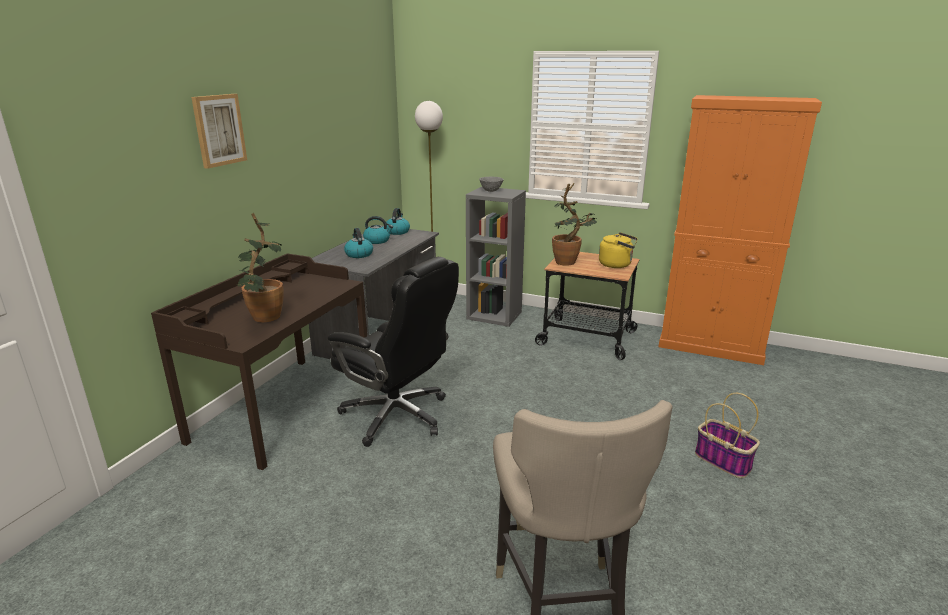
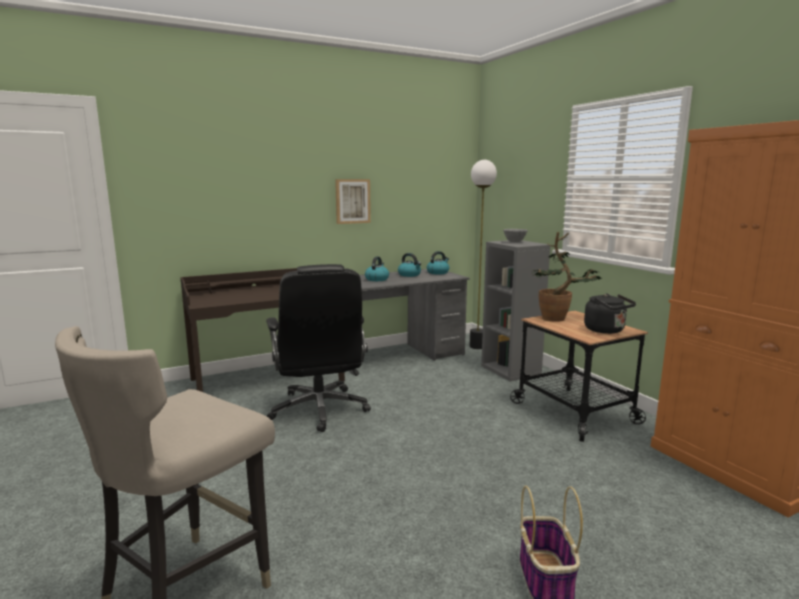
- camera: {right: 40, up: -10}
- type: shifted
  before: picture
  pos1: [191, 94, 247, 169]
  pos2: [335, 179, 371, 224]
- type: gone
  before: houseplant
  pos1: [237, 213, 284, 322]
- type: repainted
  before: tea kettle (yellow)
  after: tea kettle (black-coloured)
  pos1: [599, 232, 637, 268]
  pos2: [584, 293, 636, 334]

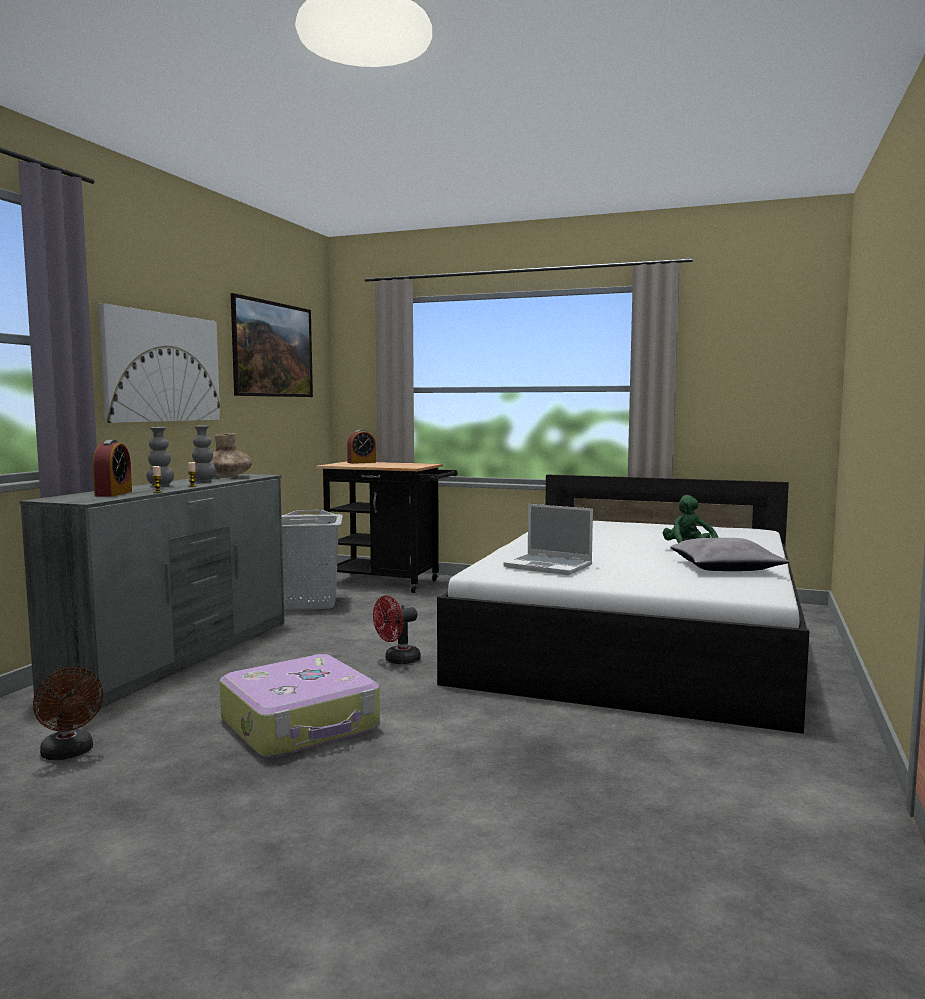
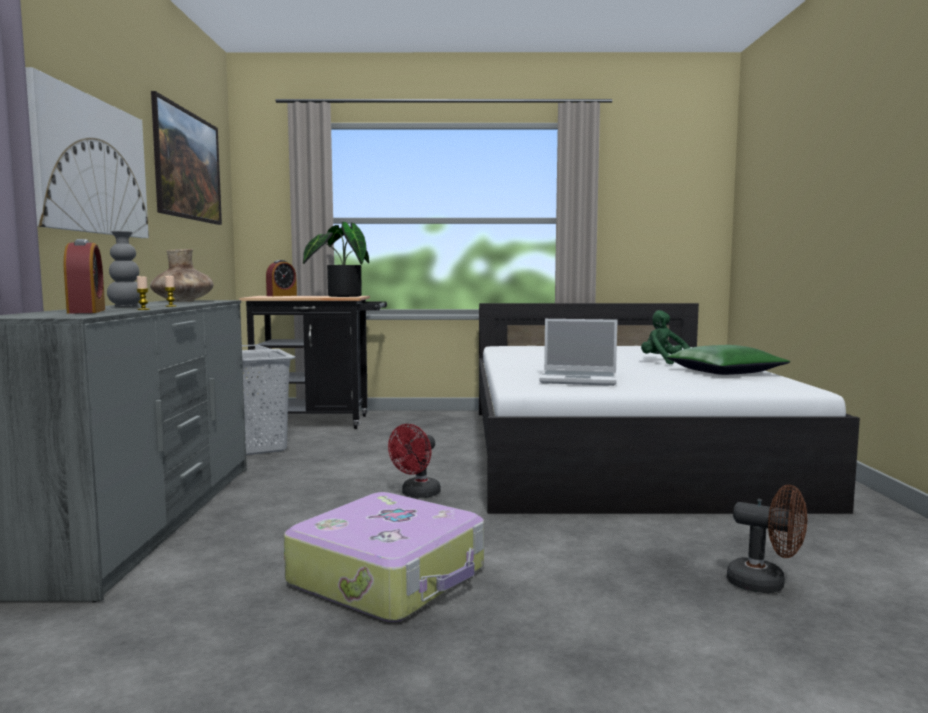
- camera: {right: -20, up: 0}
- type: shifted
  before: cooling fan (brownish)
  pos1: [33, 667, 103, 760]
  pos2: [727, 485, 807, 593]
- type: gone
  before: flower vase (grey)
  pos1: [192, 425, 216, 482]
- type: repainted
  before: pillow (grey)
  after: pillow (green-coloured)
  pos1: [670, 538, 790, 571]
  pos2: [667, 345, 790, 375]
- type: new
  after: houseplant
  pos2: [303, 222, 369, 297]

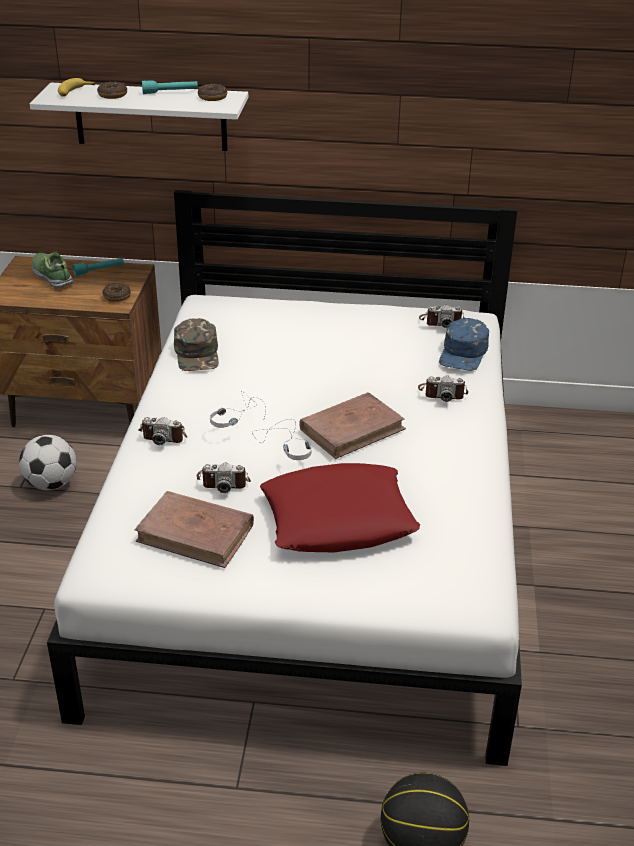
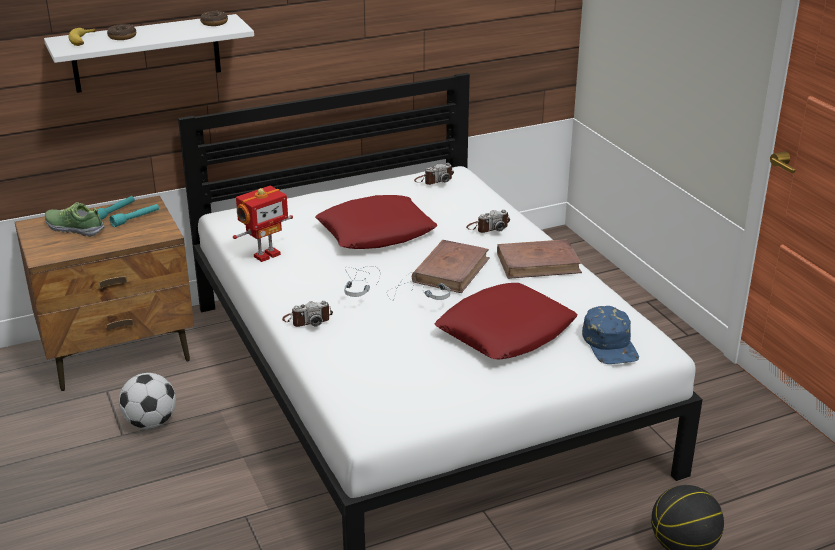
- camera: {right: -30, up: -5}
- type: gone
  before: doughnut
  pos1: [102, 283, 131, 302]
- type: shifted
  before: volume (brownish)
  pos1: [134, 491, 254, 568]
  pos2: [497, 239, 582, 279]
- type: shifted
  before: hand torch (turquoise-coloured)
  pos1: [142, 80, 198, 94]
  pos2: [110, 204, 159, 227]
- type: swapped
  before: peaked cap (green-coloured)
  after: model robot
  pos1: [174, 318, 219, 371]
  pos2: [233, 185, 293, 262]
- type: gone
  before: still camera
  pos1: [197, 463, 251, 493]
- type: shifted
  before: peaked cap (blue-coloured)
  pos1: [439, 318, 489, 371]
  pos2: [582, 306, 639, 364]
- type: new
  after: pillow (red)
  pos2: [315, 195, 437, 249]

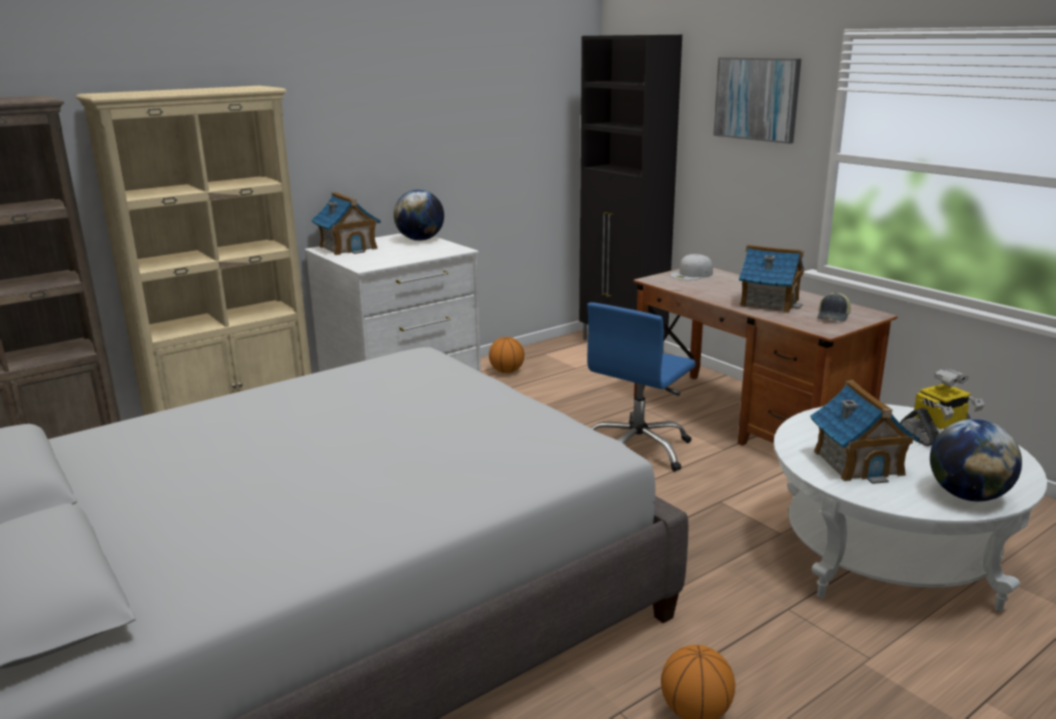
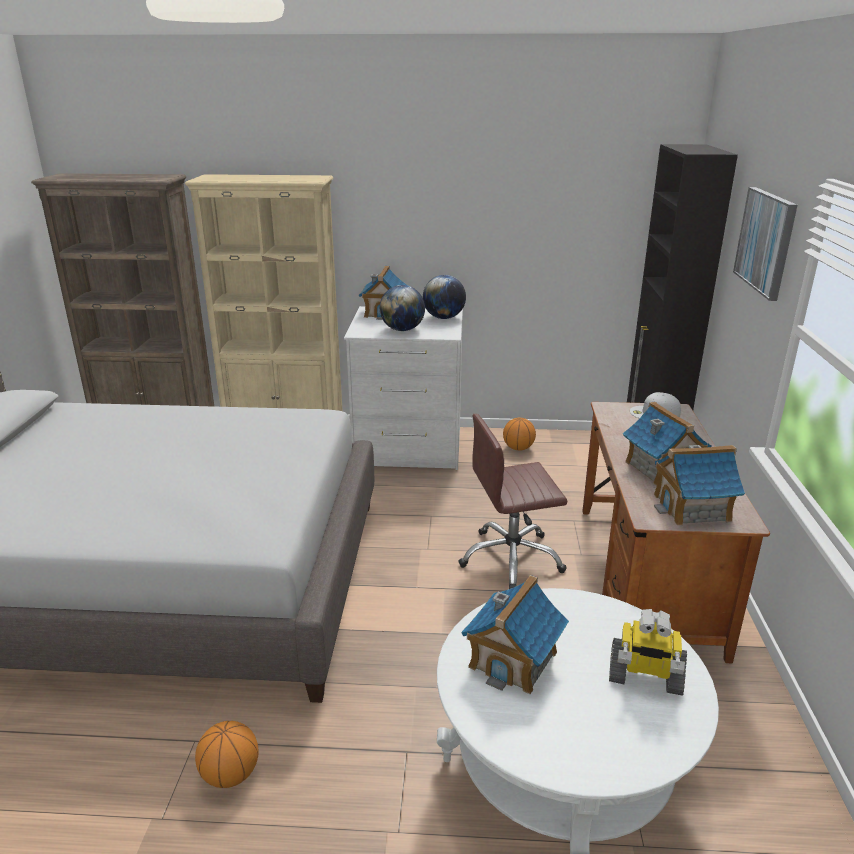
- camera: {right: 40, up: 5}
- type: repainted
  before: computer chair (blue-coloured)
  after: computer chair (brownish)
  pos1: [587, 302, 696, 472]
  pos2: [458, 414, 567, 589]
- type: swapped
  before: peaked cap
  after: model house
  pos1: [817, 292, 851, 322]
  pos2: [654, 445, 745, 525]
- type: shifted
  before: desk globe
  pos1: [930, 419, 1022, 501]
  pos2: [380, 285, 425, 331]

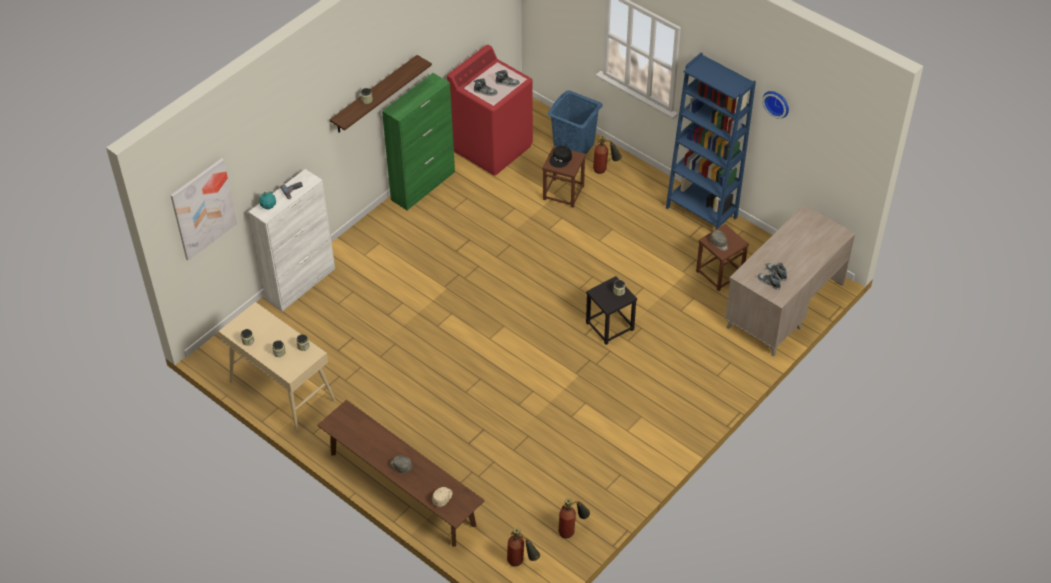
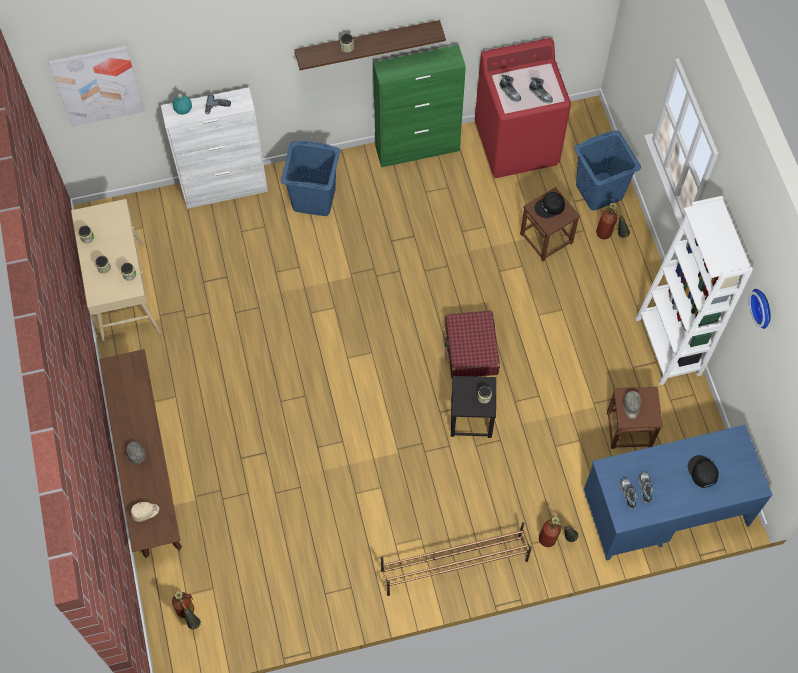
- camera: {right: 35, up: 15}
- type: shifted
  before: fire extinguisher
  pos1: [558, 498, 590, 538]
  pos2: [539, 516, 578, 547]
- type: repainted
  before: bookshelf (blue-coloured)
  after: bookshelf (whitish)
  pos1: [666, 53, 756, 230]
  pos2: [636, 196, 753, 385]
- type: repainted
  before: desk table (sand-coloured)
  after: desk table (blue-coloured)
  pos1: [725, 205, 855, 357]
  pos2: [584, 425, 772, 561]
- type: new
  after: laundry basket (blue-coloured)
  pos2: [281, 141, 340, 216]
- type: new
  after: shoe rack (brownish)
  pos2: [381, 522, 532, 596]
- type: new
  after: suitcase (red)
  pos2: [444, 311, 500, 378]
- type: new
  after: peaked cap (black-coloured)
  pos2: [688, 455, 719, 488]

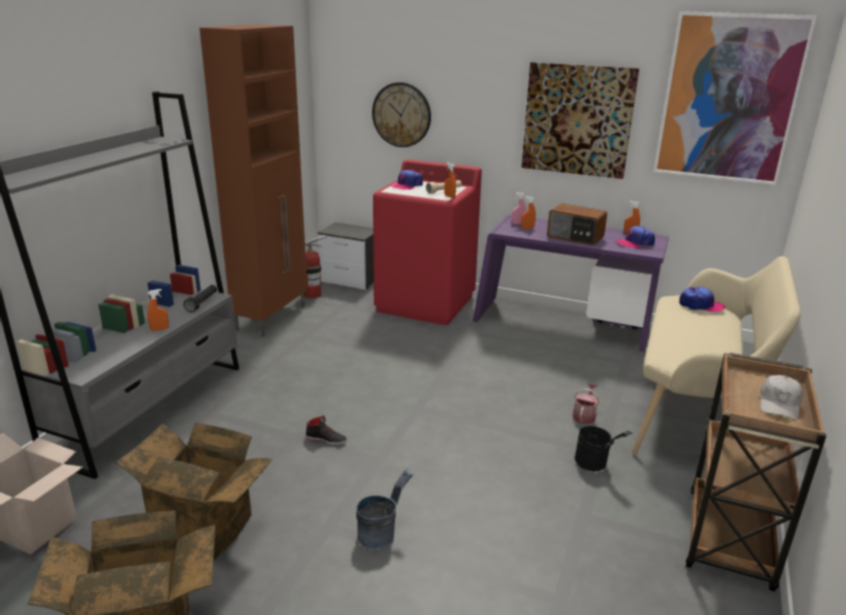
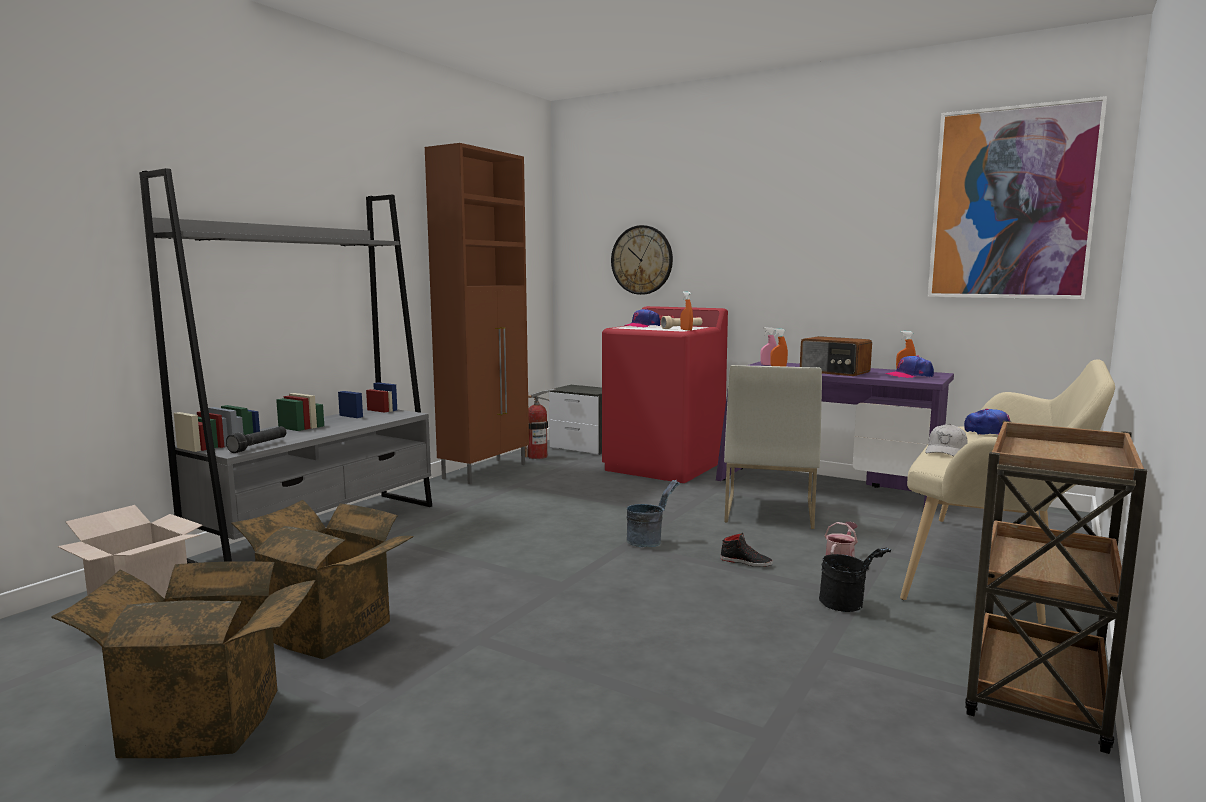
- camera: {right: 10, up: -15}
- type: gone
  before: hand sprayer (orange-coloured)
  pos1: [147, 289, 169, 331]
- type: shifted
  before: hand torch (black-coloured)
  pos1: [183, 285, 217, 312]
  pos2: [226, 426, 286, 453]
- type: shifted
  before: shoe (black-coloured)
  pos1: [306, 415, 347, 445]
  pos2: [720, 533, 773, 567]
- type: shifted
  before: bucket (grey)
  pos1: [357, 468, 413, 550]
  pos2: [626, 480, 680, 547]
- type: gone
  before: picture
  pos1: [521, 62, 639, 179]
- type: shifted
  before: peaked cap (whitish)
  pos1: [759, 375, 803, 419]
  pos2: [925, 424, 968, 456]
- type: new
  after: chair (whitish)
  pos2: [724, 365, 822, 529]

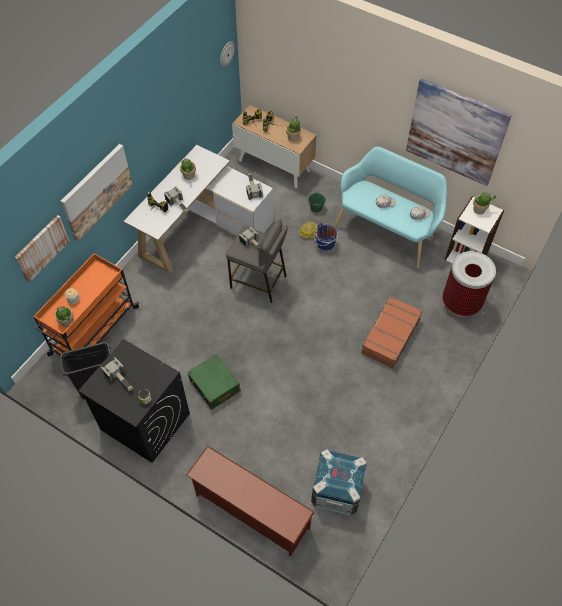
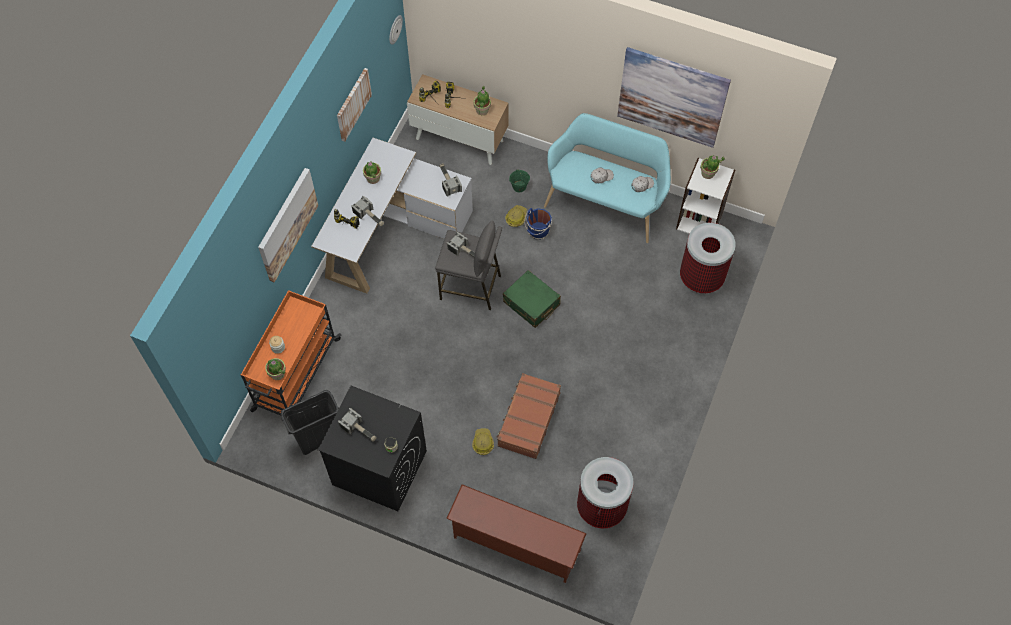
- camera: {right: -10, up: 5}
- type: shifted
  before: picture
  pos1: [15, 215, 70, 282]
  pos2: [337, 68, 372, 142]
- type: shifted
  before: suitcase (green-coloured)
  pos1: [187, 355, 241, 410]
  pos2: [503, 270, 561, 328]
- type: swapped
  before: shipping crate
  after: waste bin
  pos1: [311, 449, 367, 516]
  pos2: [577, 457, 634, 529]
- type: shifted
  before: suitcase (brownish)
  pos1: [361, 297, 423, 368]
  pos2: [496, 373, 561, 459]
- type: new
  after: work helmet
  pos2: [473, 428, 494, 455]

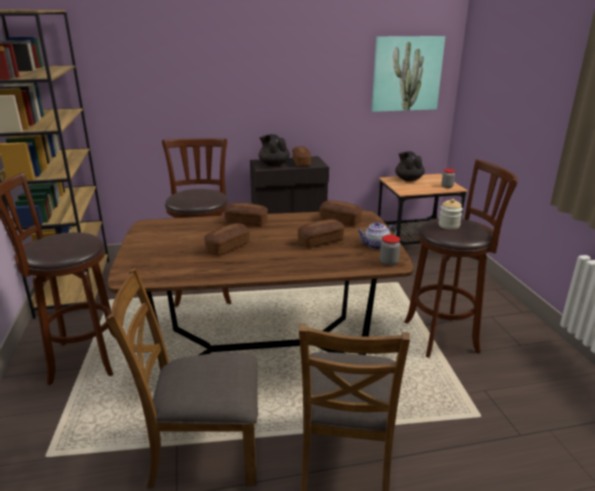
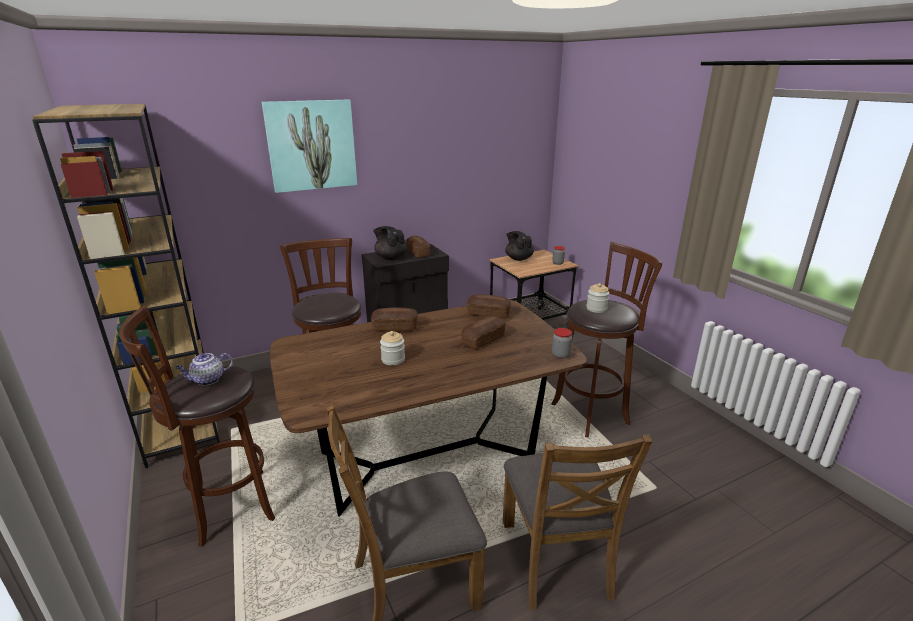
- camera: {right: -15, up: 0}
- type: swapped
  before: bread
  after: preserve jar
  pos1: [204, 223, 250, 256]
  pos2: [380, 331, 405, 365]
- type: shifted
  before: pot for tea
  pos1: [357, 222, 397, 249]
  pos2: [175, 353, 233, 386]
- type: shifted
  before: picture
  pos1: [372, 36, 445, 112]
  pos2: [262, 100, 357, 193]

